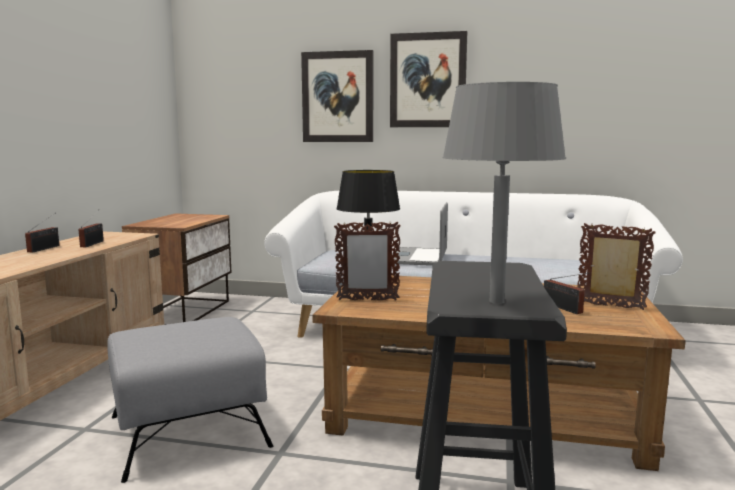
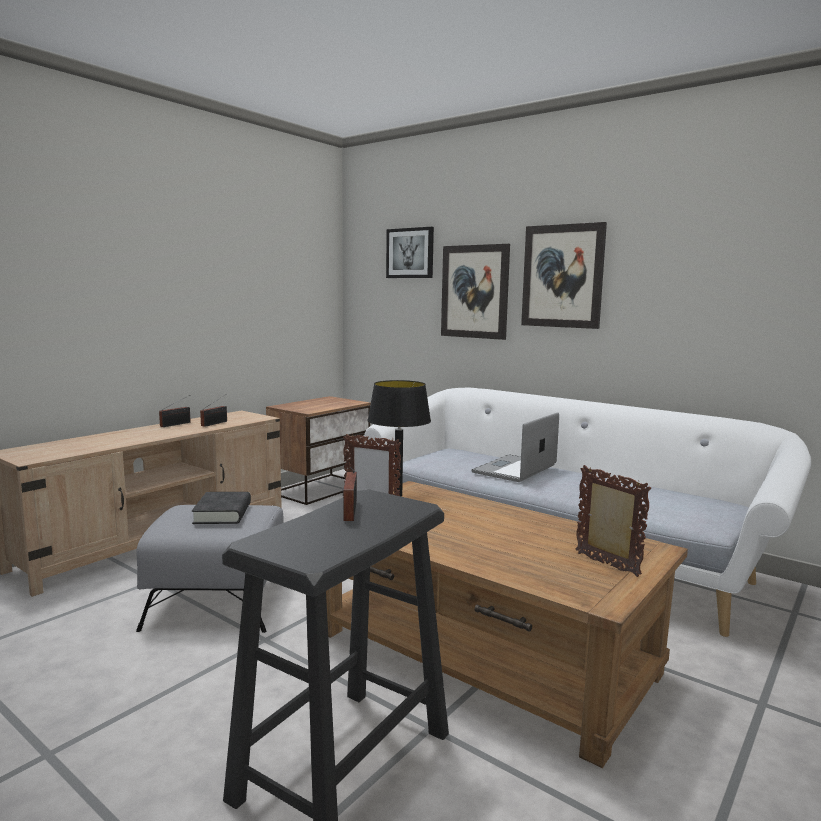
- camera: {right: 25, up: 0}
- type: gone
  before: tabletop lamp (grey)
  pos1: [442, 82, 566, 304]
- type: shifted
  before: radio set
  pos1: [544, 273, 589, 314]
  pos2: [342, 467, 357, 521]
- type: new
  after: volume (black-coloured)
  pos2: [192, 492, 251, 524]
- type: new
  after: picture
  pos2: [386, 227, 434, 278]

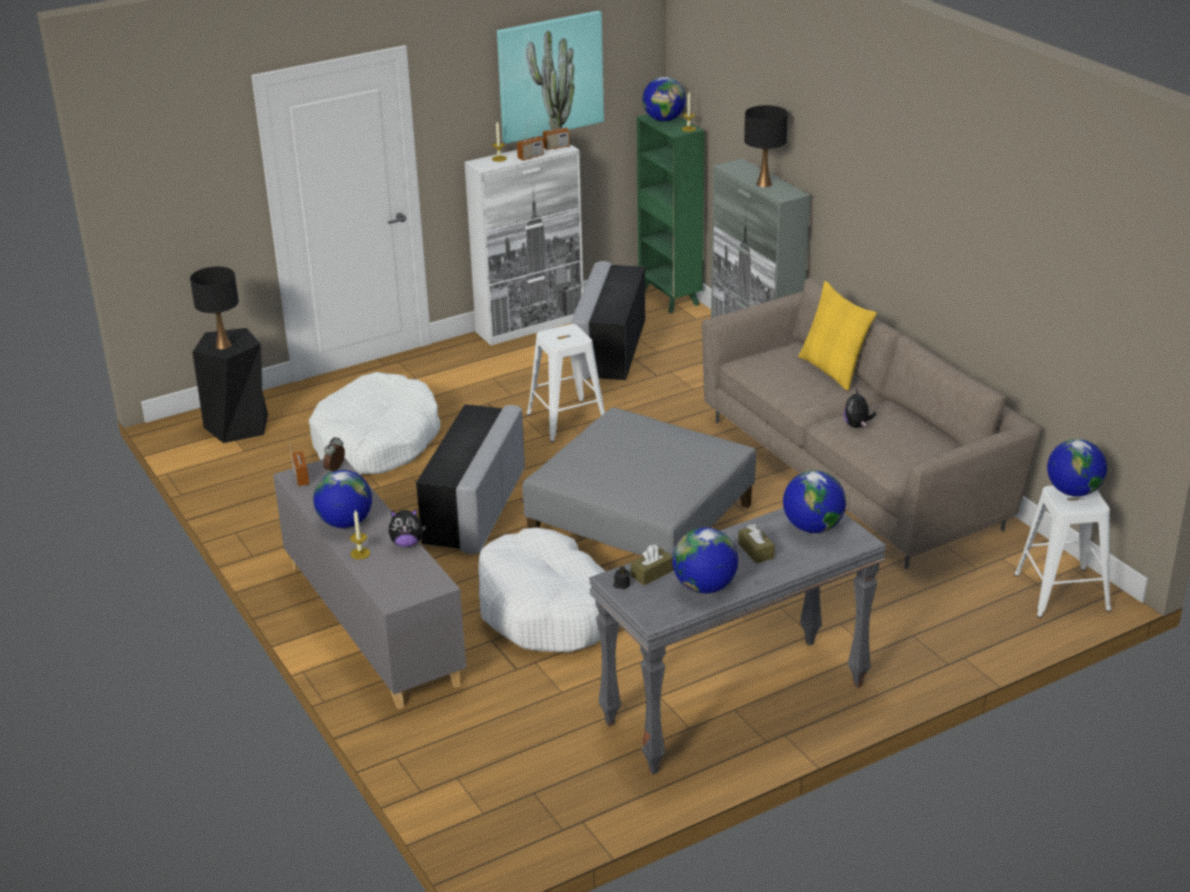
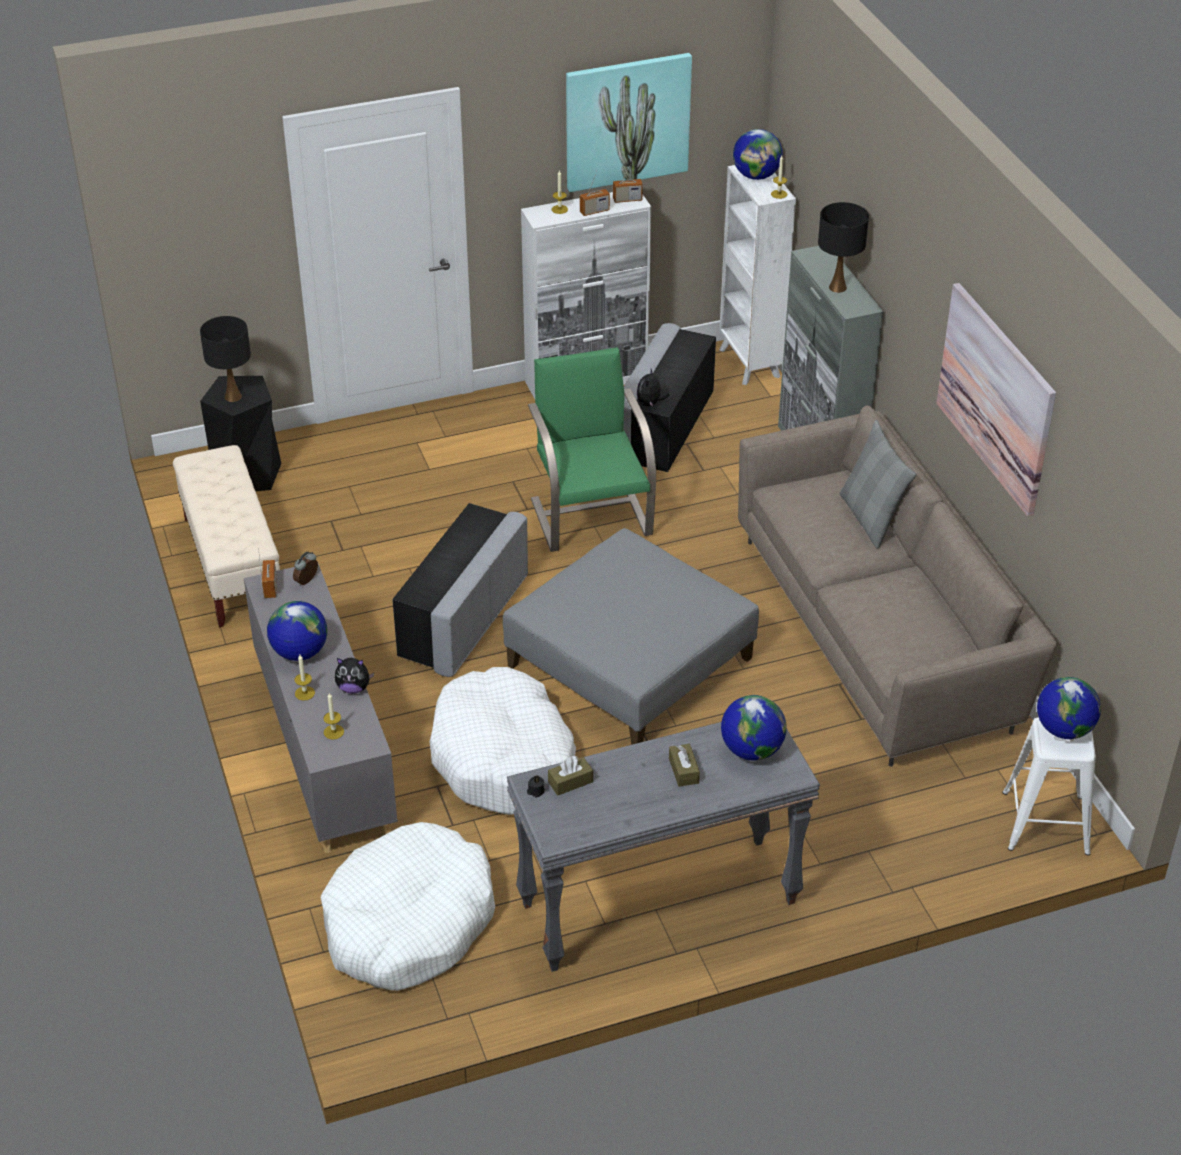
- camera: {right: 10, up: 10}
- type: shifted
  before: pet bed (whitish)
  pos1: [309, 372, 440, 474]
  pos2: [321, 822, 495, 991]
- type: swapped
  before: sitting stool (whitish)
  after: armchair (green-coloured)
  pos1: [527, 324, 605, 442]
  pos2: [528, 347, 656, 552]
- type: repainted
  before: bookshelf (green-coloured)
  after: bookshelf (whitish)
  pos1: [637, 114, 705, 313]
  pos2: [719, 165, 796, 385]
- type: gone
  before: desk globe
  pos1: [672, 527, 738, 594]
- type: repainted
  before: pillow (yellow)
  after: pillow (grey)
  pos1: [798, 281, 877, 391]
  pos2: [839, 420, 916, 549]
- type: shifted
  before: plush toy
  pos1: [844, 388, 876, 428]
  pos2: [637, 369, 669, 407]
- type: new
  after: long seat (sand-coloured)
  pos2: [173, 445, 280, 627]
- type: new
  after: wax light
  pos2: [323, 693, 344, 740]
- type: new
  after: picture
  pos2: [937, 283, 1056, 516]

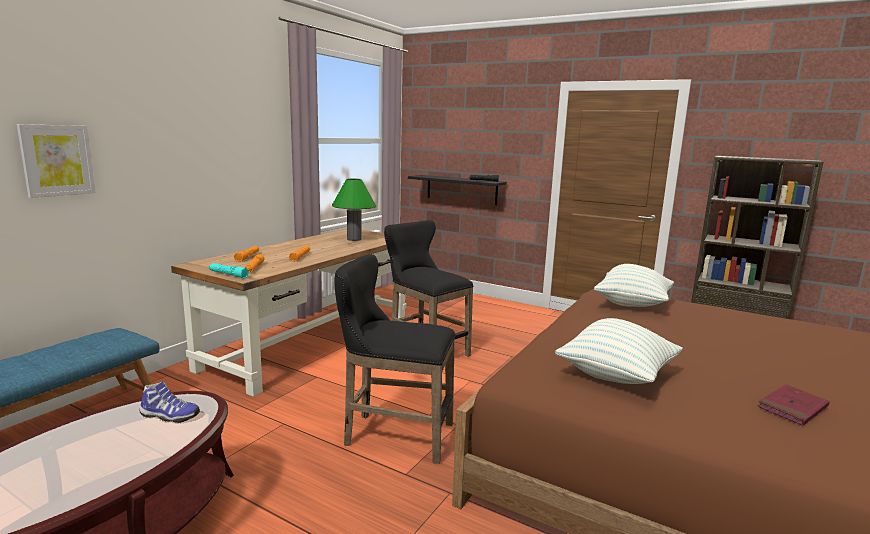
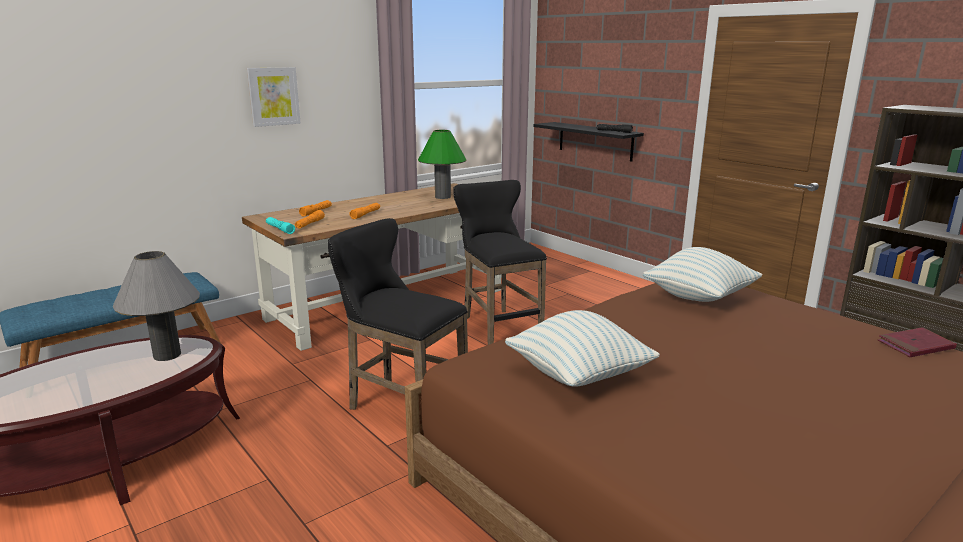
- camera: {right: 20, up: 5}
- type: shifted
  before: picture
  pos1: [17, 124, 95, 198]
  pos2: [247, 67, 300, 127]
- type: swapped
  before: shoe
  after: tabletop lamp (grey)
  pos1: [140, 382, 200, 423]
  pos2: [113, 251, 200, 361]
- type: shifted
  before: volume (red)
  pos1: [758, 384, 830, 426]
  pos2: [878, 327, 957, 357]

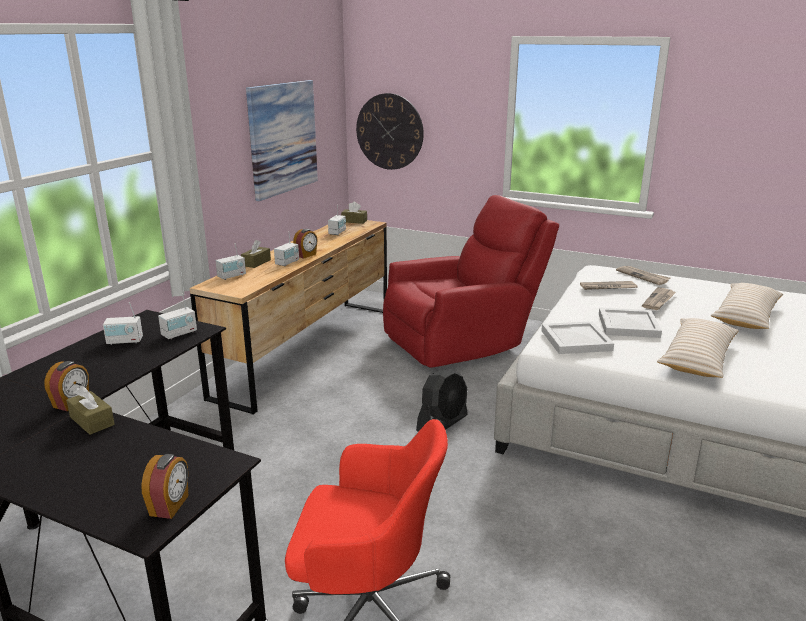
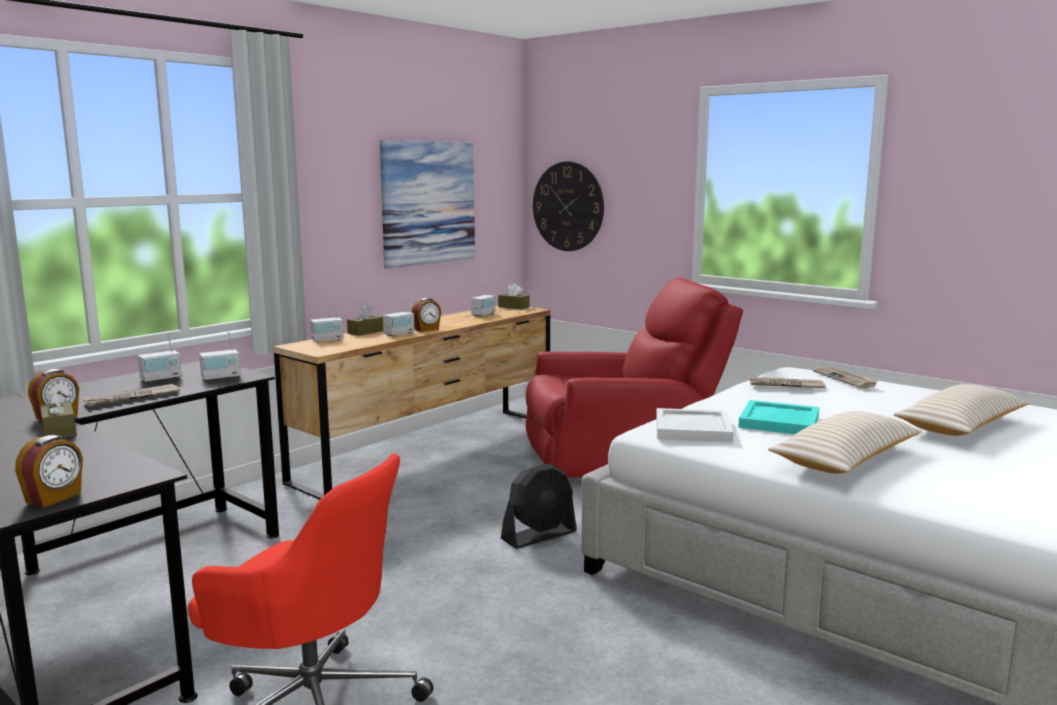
- camera: {right: 15, up: -10}
- type: rotated
  before: radio set
  pos1: [103, 302, 143, 345]
  pos2: [138, 333, 182, 383]
  turn: -45
- type: repainted
  before: carrying tray (whitish)
  after: carrying tray (turquoise-coloured)
  pos1: [599, 308, 662, 338]
  pos2: [738, 400, 819, 434]
- type: shifted
  before: daily paper
  pos1: [642, 288, 676, 310]
  pos2: [84, 384, 180, 407]

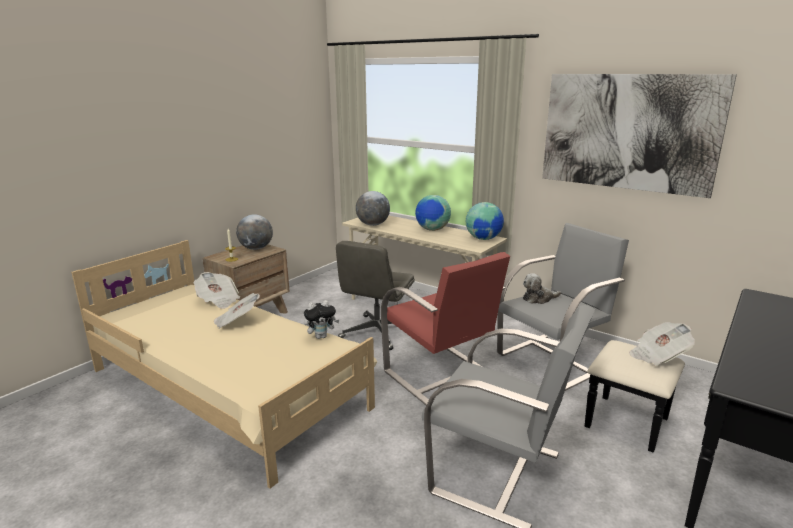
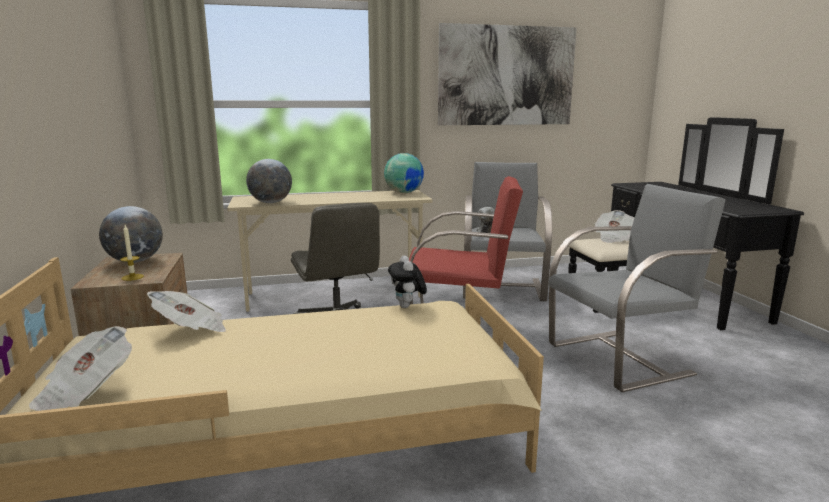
- camera: {right: -50, up: -5}
- type: shifted
  before: daily paper
  pos1: [214, 293, 260, 329]
  pos2: [29, 326, 132, 411]
- type: rotated
  before: plush toy
  pos1: [304, 300, 339, 339]
  pos2: [388, 255, 427, 308]
  turn: 150
- type: gone
  before: desk globe
  pos1: [415, 195, 451, 231]

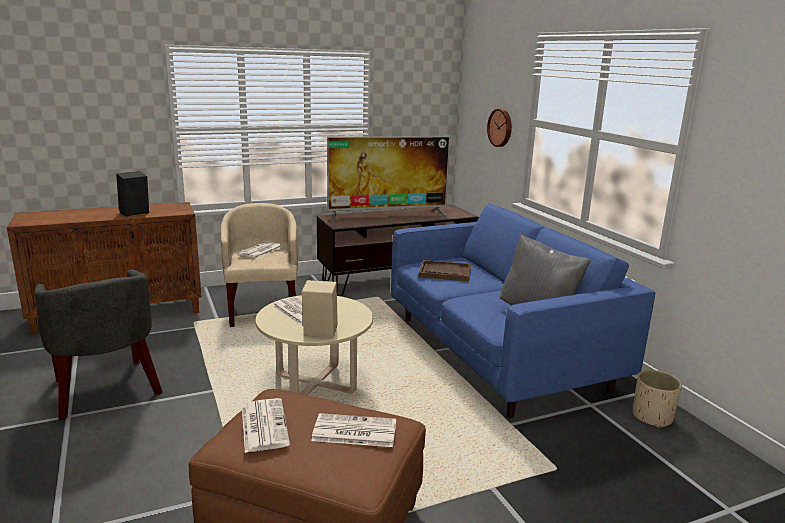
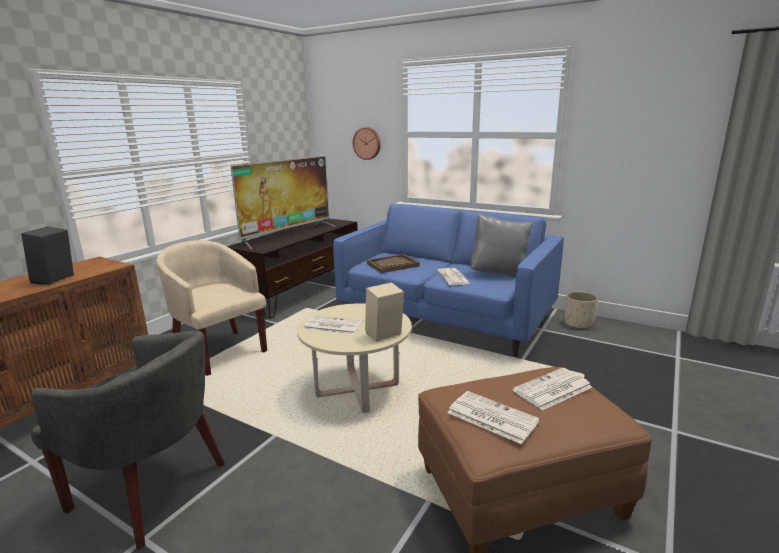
- camera: {right: -35, up: 0}
- type: shifted
  before: daily paper
  pos1: [238, 241, 282, 259]
  pos2: [437, 268, 471, 285]

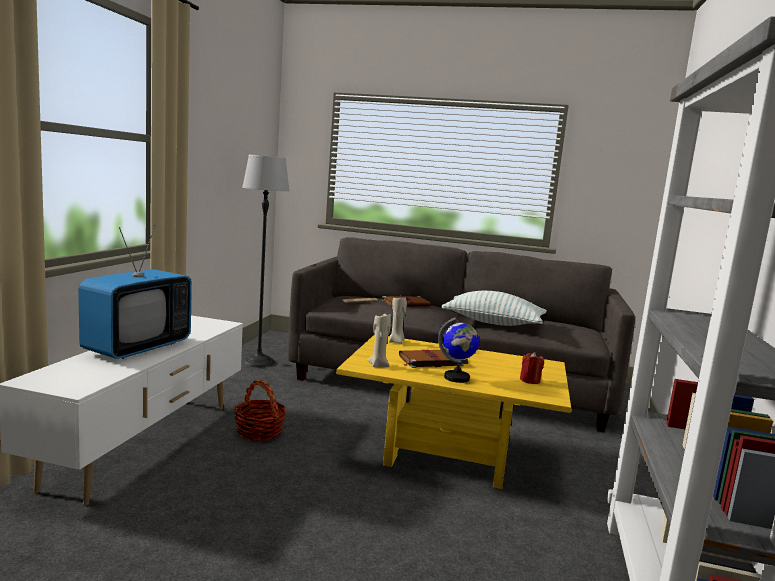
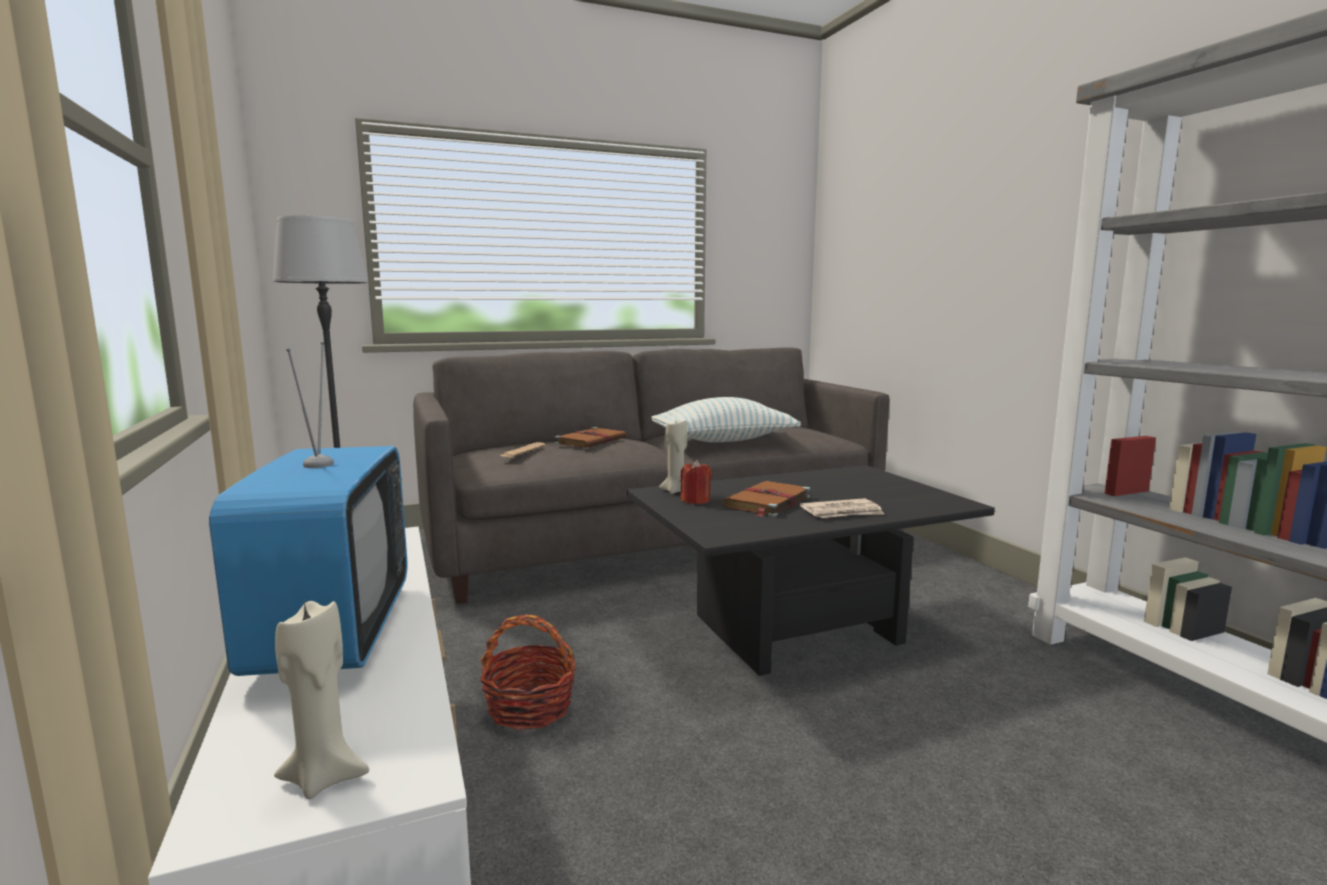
- camera: {right: -35, up: 0}
- type: repainted
  before: coffee table (yellow)
  after: coffee table (black-coloured)
  pos1: [336, 334, 571, 489]
  pos2: [627, 465, 995, 676]
- type: shifted
  before: wax light (sand-coloured)
  pos1: [367, 314, 391, 367]
  pos2: [274, 601, 369, 799]
- type: swapped
  before: desk globe
  after: daily paper
  pos1: [438, 317, 479, 383]
  pos2: [800, 498, 885, 518]
- type: shifted
  before: wax light (red)
  pos1: [520, 352, 544, 384]
  pos2: [680, 460, 712, 504]

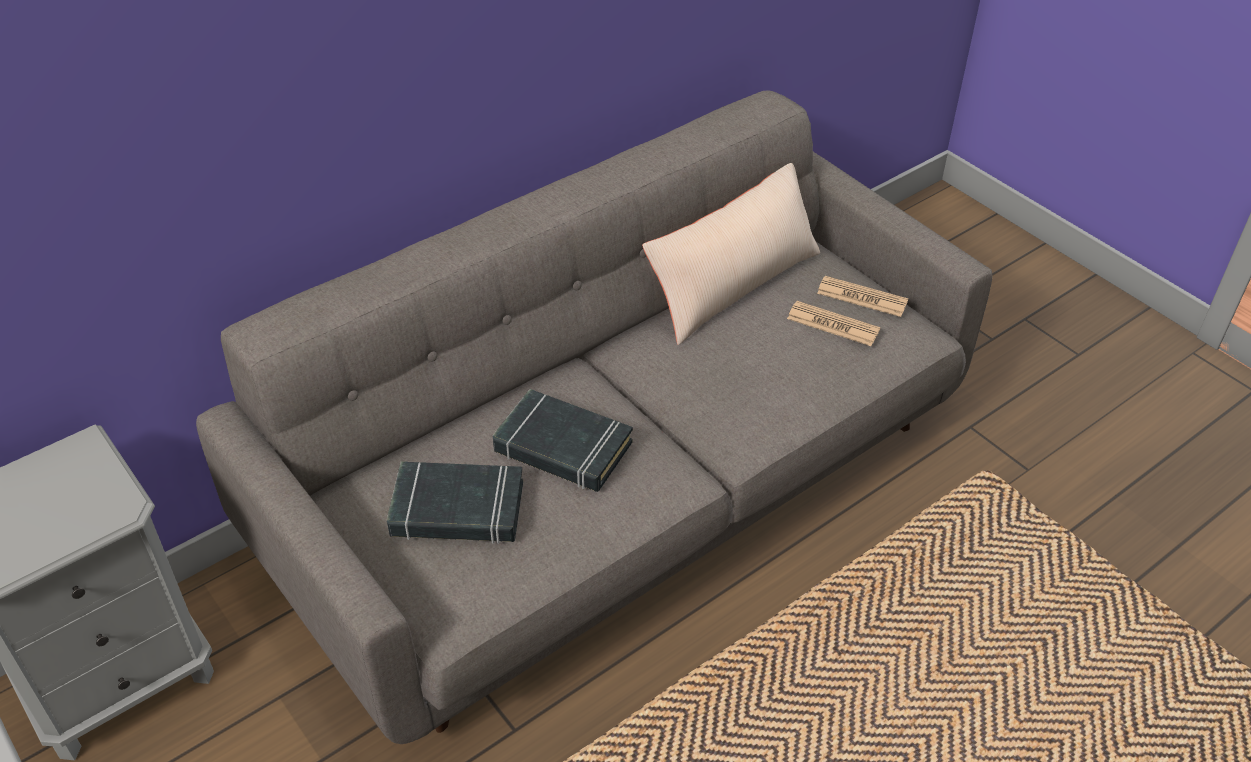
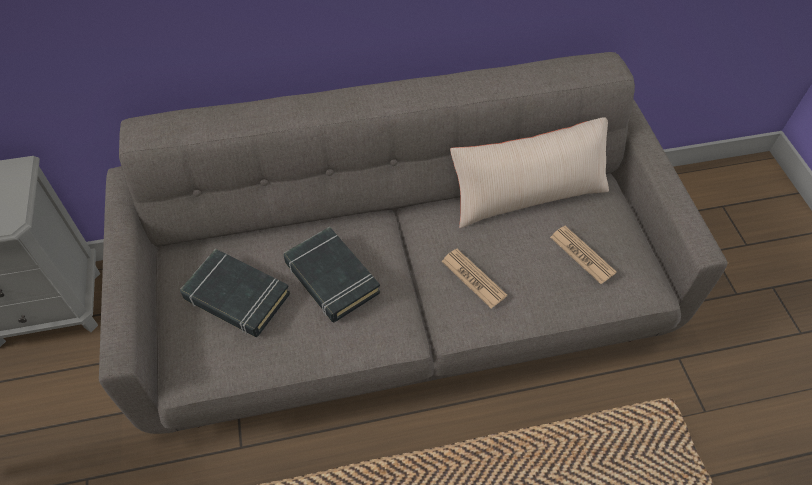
- camera: {right: 25, up: 10}
- type: shifted
  before: daily paper
  pos1: [817, 276, 908, 317]
  pos2: [442, 249, 507, 309]

